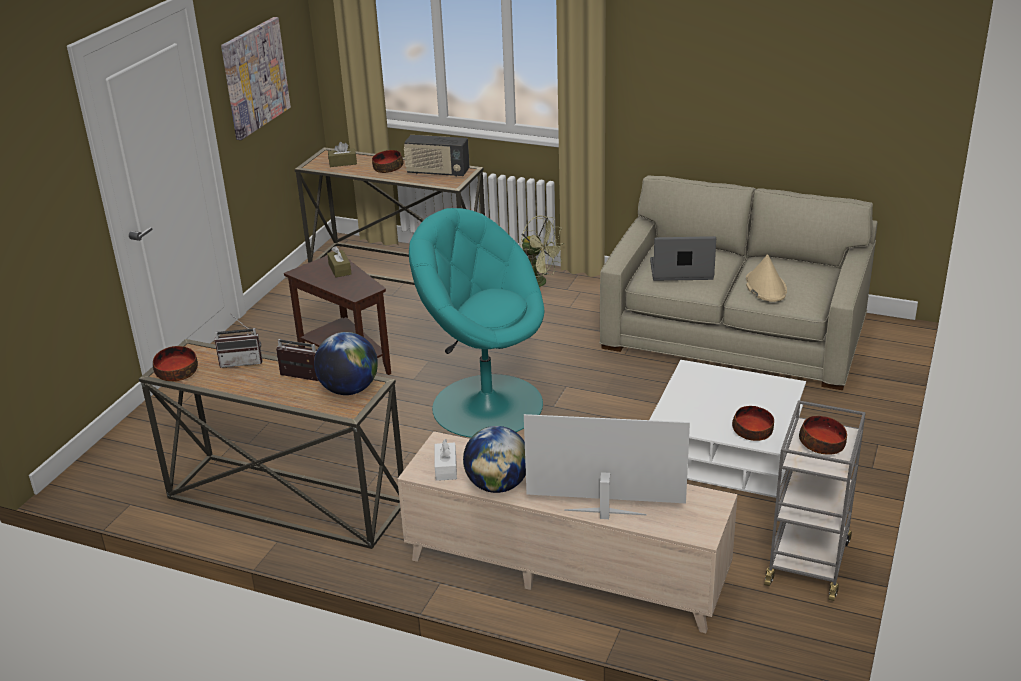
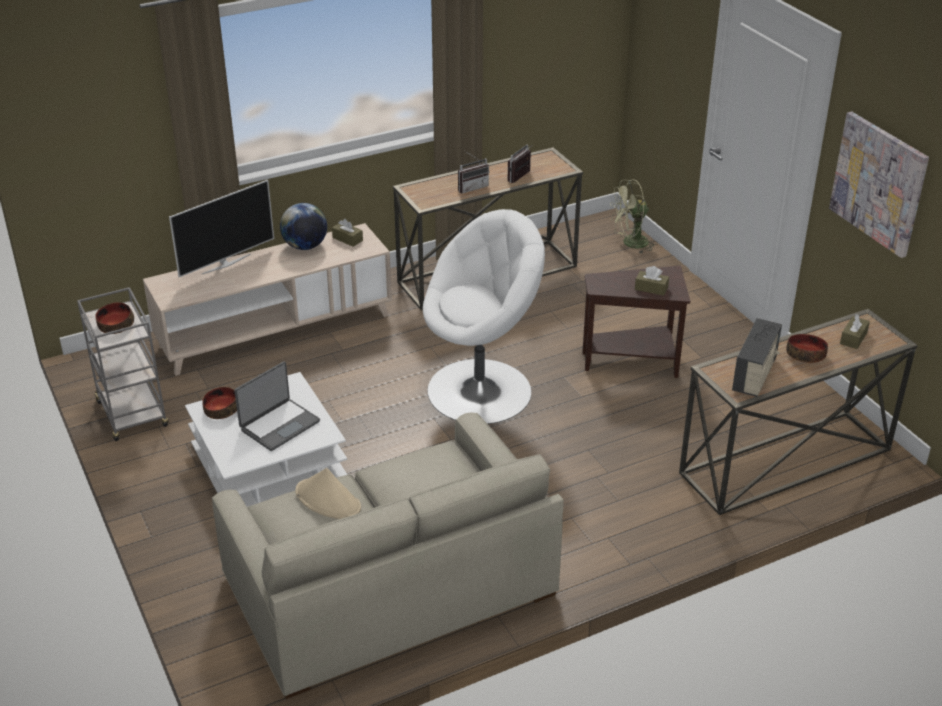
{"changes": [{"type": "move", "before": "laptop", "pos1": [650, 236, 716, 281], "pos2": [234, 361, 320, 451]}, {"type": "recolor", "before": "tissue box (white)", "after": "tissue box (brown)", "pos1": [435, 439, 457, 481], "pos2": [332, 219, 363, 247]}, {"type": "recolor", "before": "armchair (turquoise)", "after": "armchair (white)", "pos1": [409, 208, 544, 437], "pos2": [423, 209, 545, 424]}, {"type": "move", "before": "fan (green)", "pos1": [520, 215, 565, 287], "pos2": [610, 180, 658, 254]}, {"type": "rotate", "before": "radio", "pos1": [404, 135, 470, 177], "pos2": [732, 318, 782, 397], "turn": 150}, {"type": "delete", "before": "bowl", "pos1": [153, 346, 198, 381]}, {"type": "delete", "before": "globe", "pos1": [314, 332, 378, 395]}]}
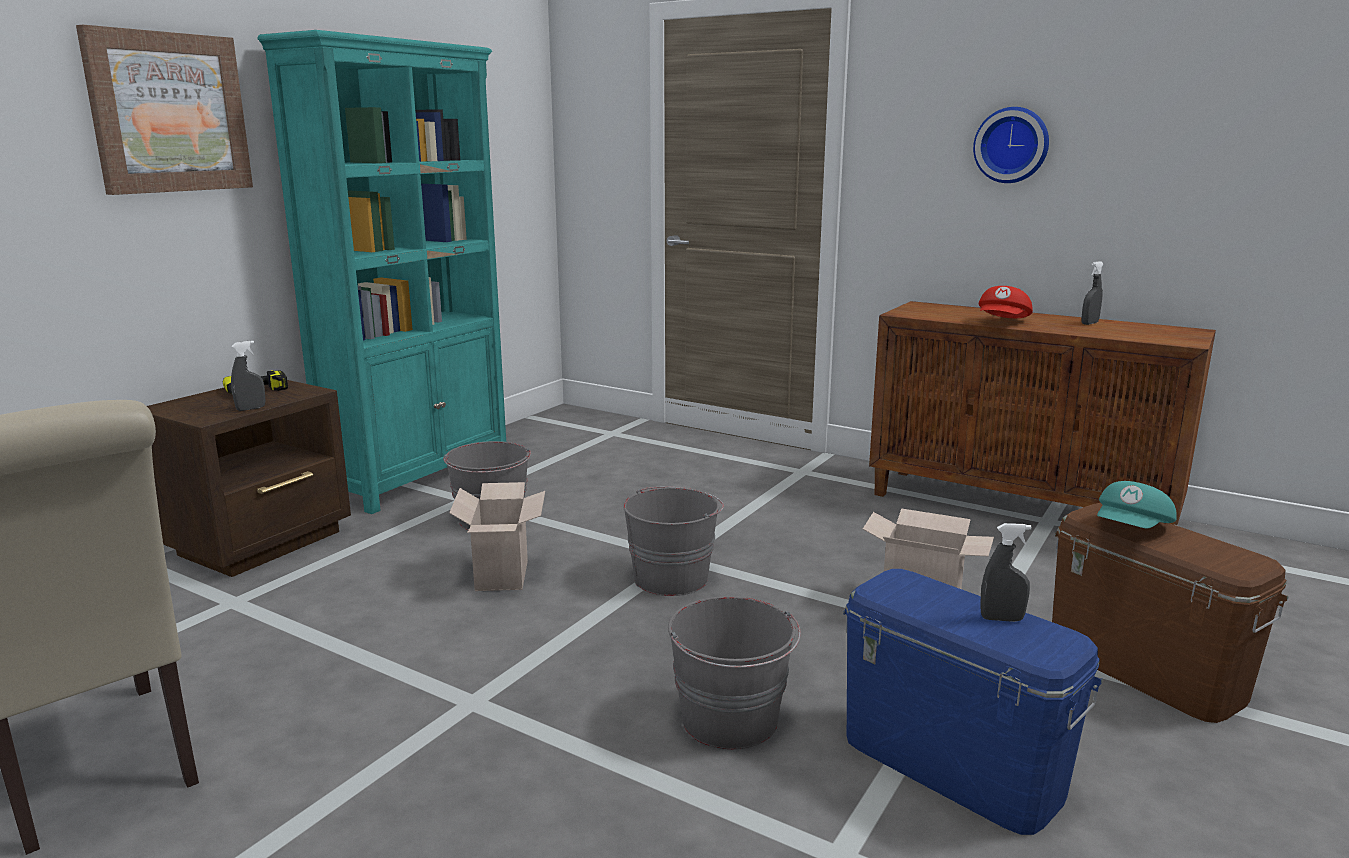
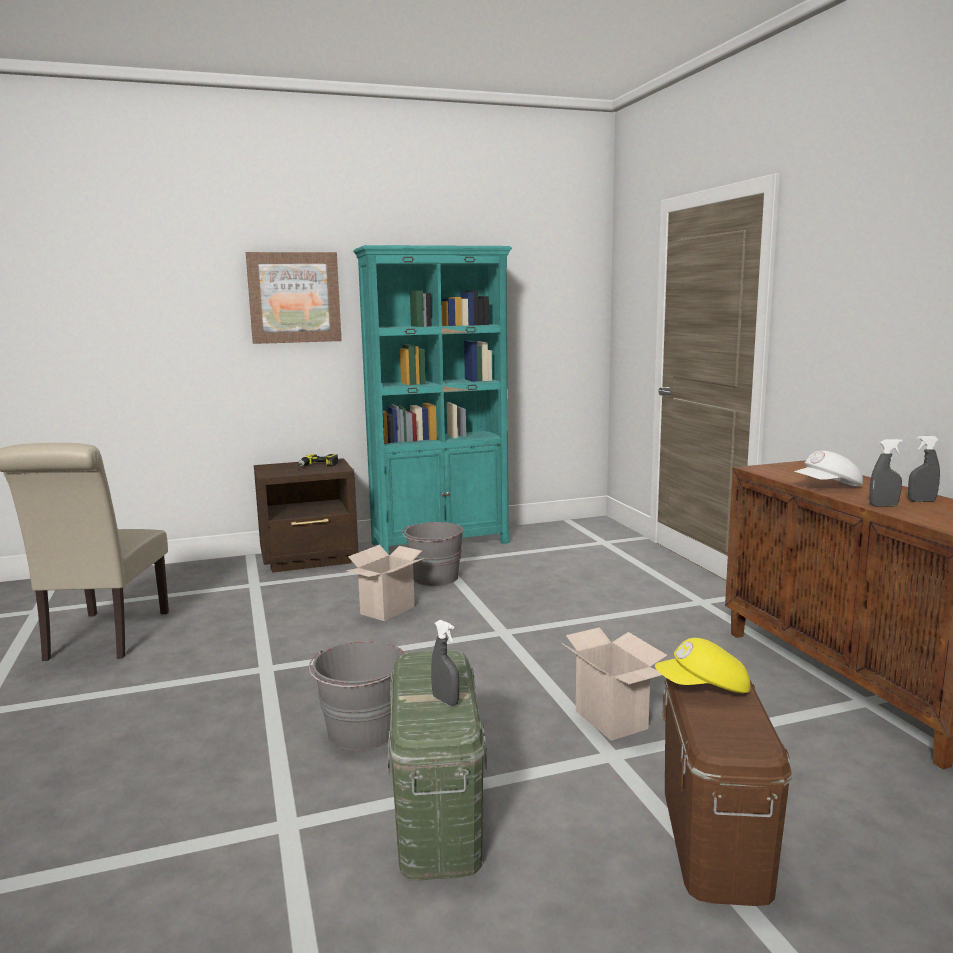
{"changes": [{"type": "recolor", "before": "storage box (blue)", "after": "storage box (green)", "pos1": [843, 569, 1103, 835], "pos2": [387, 650, 487, 880]}, {"type": "recolor", "before": "cap (turquoise)", "after": "cap (yellow)", "pos1": [1097, 481, 1177, 528], "pos2": [655, 638, 750, 693]}, {"type": "recolor", "before": "cap (red)", "after": "cap (white)", "pos1": [979, 286, 1033, 318], "pos2": [794, 451, 863, 486]}, {"type": "move", "before": "spray bottle (grey)", "pos1": [231, 341, 266, 411], "pos2": [869, 439, 903, 507]}, {"type": "delete", "before": "bucket (grey)", "pos1": [623, 487, 724, 596]}, {"type": "delete", "before": "wall clock", "pos1": [973, 107, 1049, 183]}]}
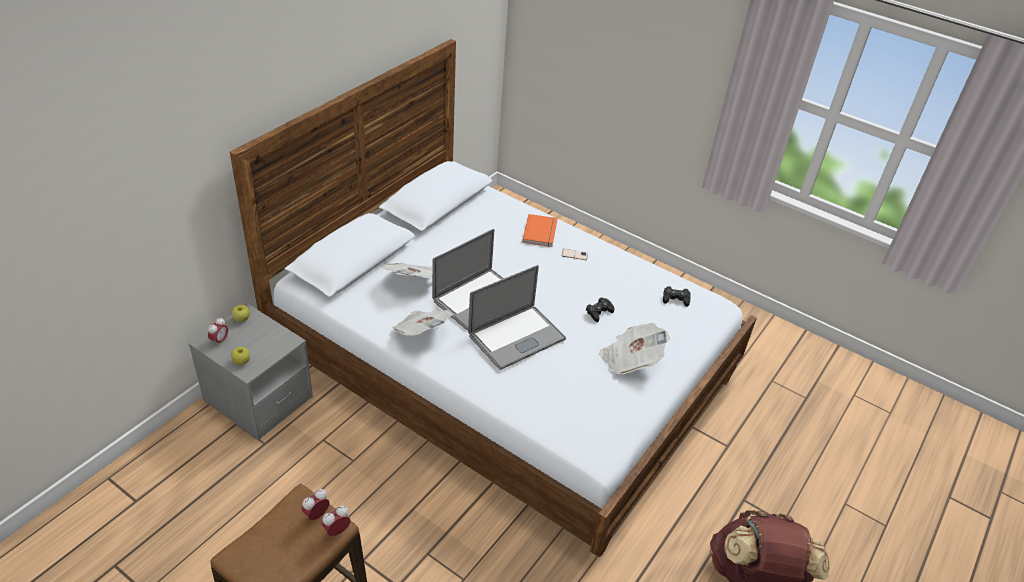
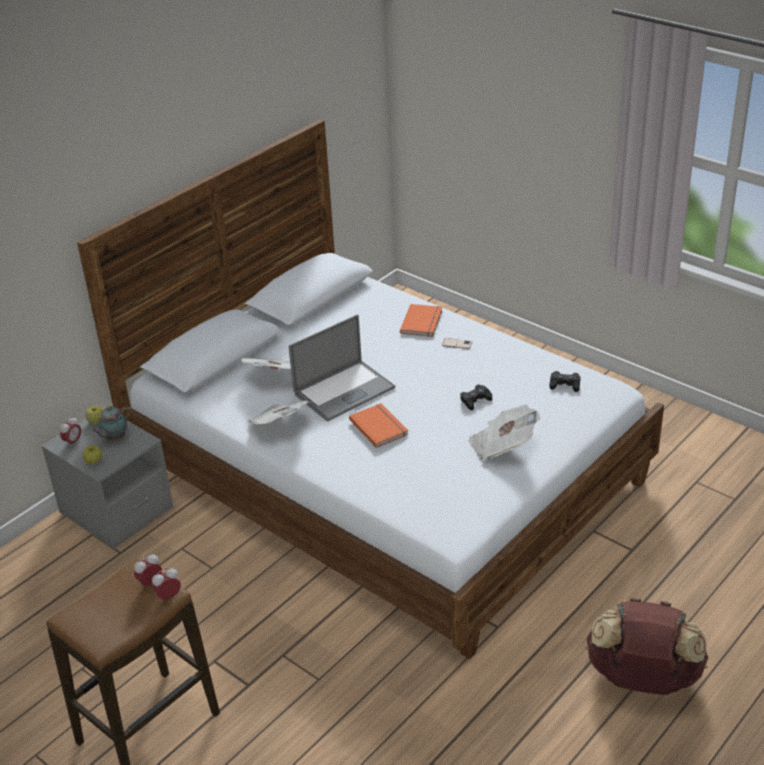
{"changes": [{"type": "insert", "after": "teapot", "pos2": [92, 405, 130, 441]}, {"type": "replace", "before": "laptop", "after": "book (orange)", "pos1": [468, 265, 566, 370], "pos2": [349, 403, 409, 448]}]}
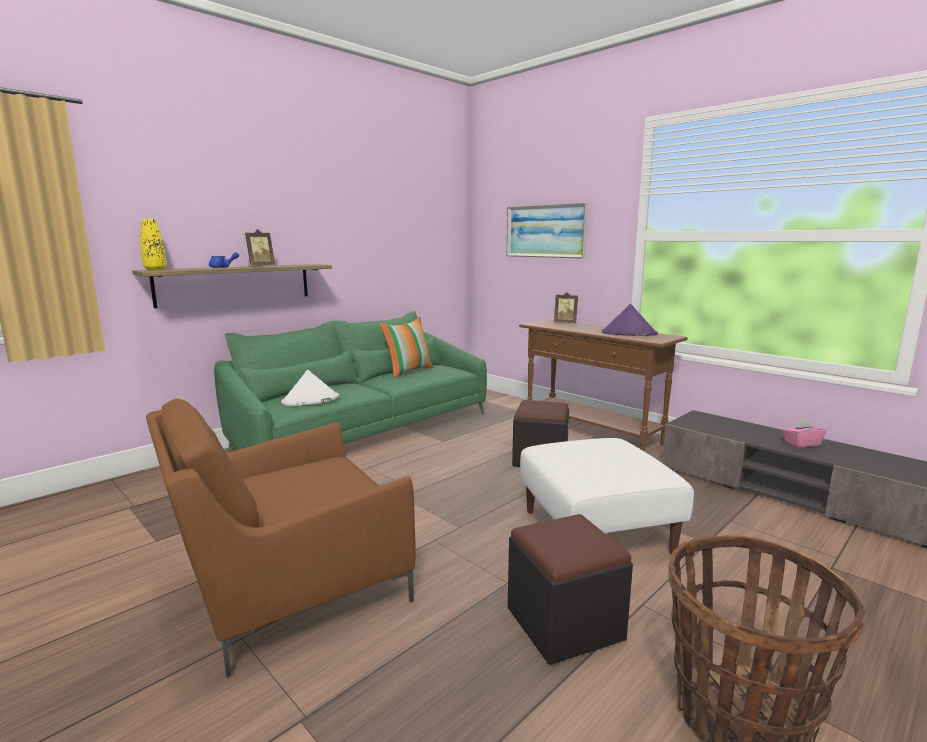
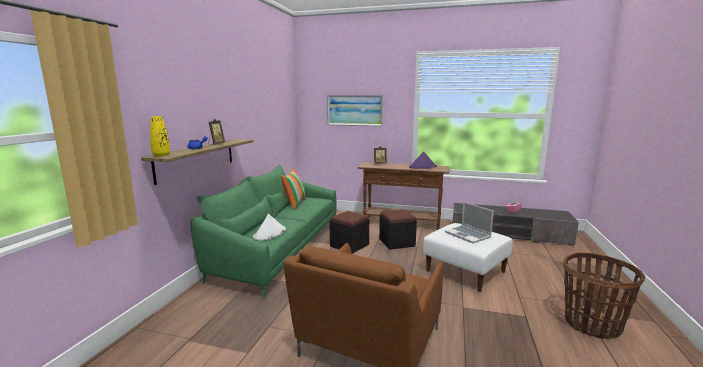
{"changes": [{"type": "move", "before": "ottoman (black)", "pos1": [508, 514, 633, 665], "pos2": [330, 211, 369, 254]}, {"type": "insert", "after": "laptop", "pos2": [445, 202, 494, 243]}]}
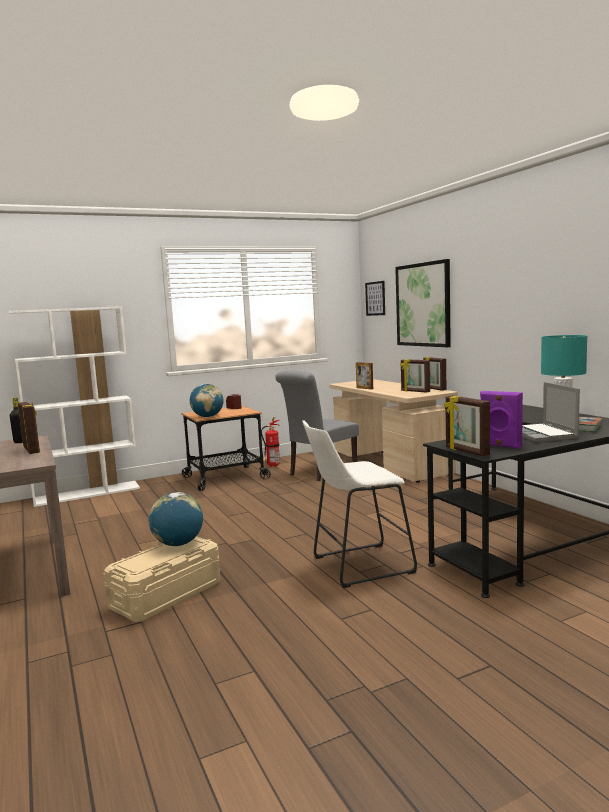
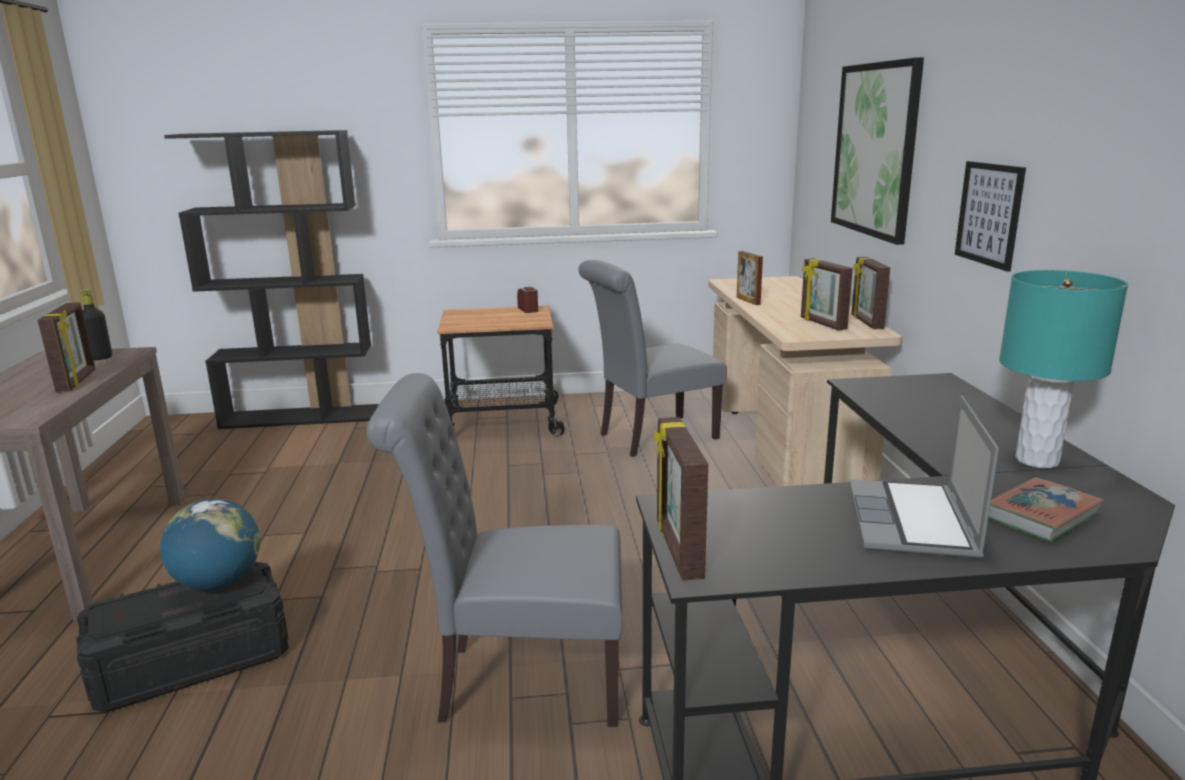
{"changes": [{"type": "recolor", "before": "storage box (beige)", "after": "storage box (black)", "pos1": [104, 536, 220, 622], "pos2": [76, 562, 289, 712]}, {"type": "recolor", "before": "bookcase (white)", "after": "bookcase (black)", "pos1": [9, 306, 140, 507], "pos2": [164, 130, 378, 429]}, {"type": "replace", "before": "stool (white)", "after": "chair (grey)", "pos1": [302, 420, 417, 588], "pos2": [367, 373, 622, 727]}, {"type": "move", "before": "picture", "pos1": [365, 281, 385, 316], "pos2": [955, 161, 1026, 271]}, {"type": "delete", "before": "globe", "pos1": [190, 384, 224, 417]}, {"type": "delete", "before": "fire extinguisher", "pos1": [261, 417, 280, 467]}, {"type": "delete", "before": "speaker (purple)", "pos1": [480, 391, 523, 449]}]}
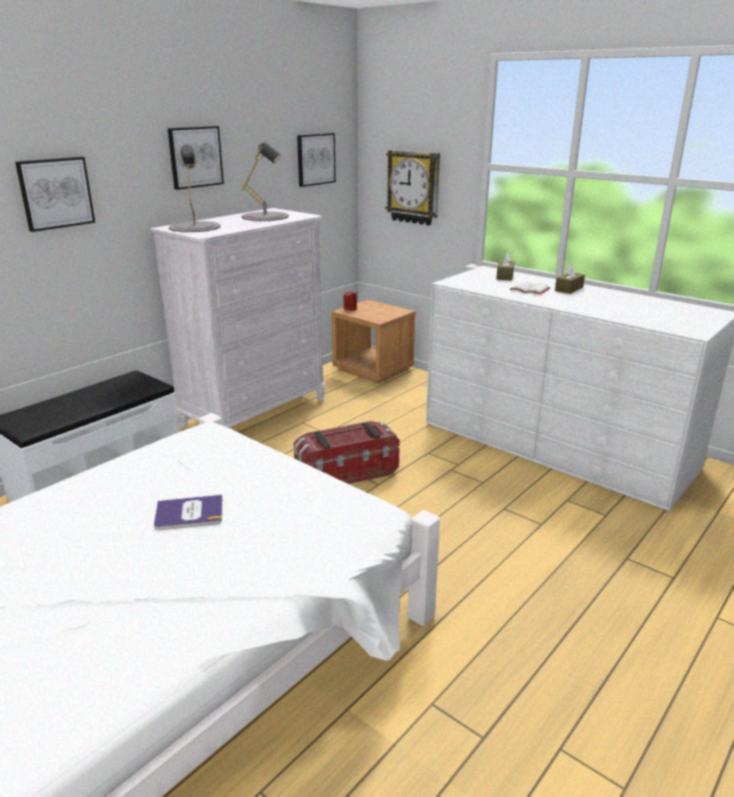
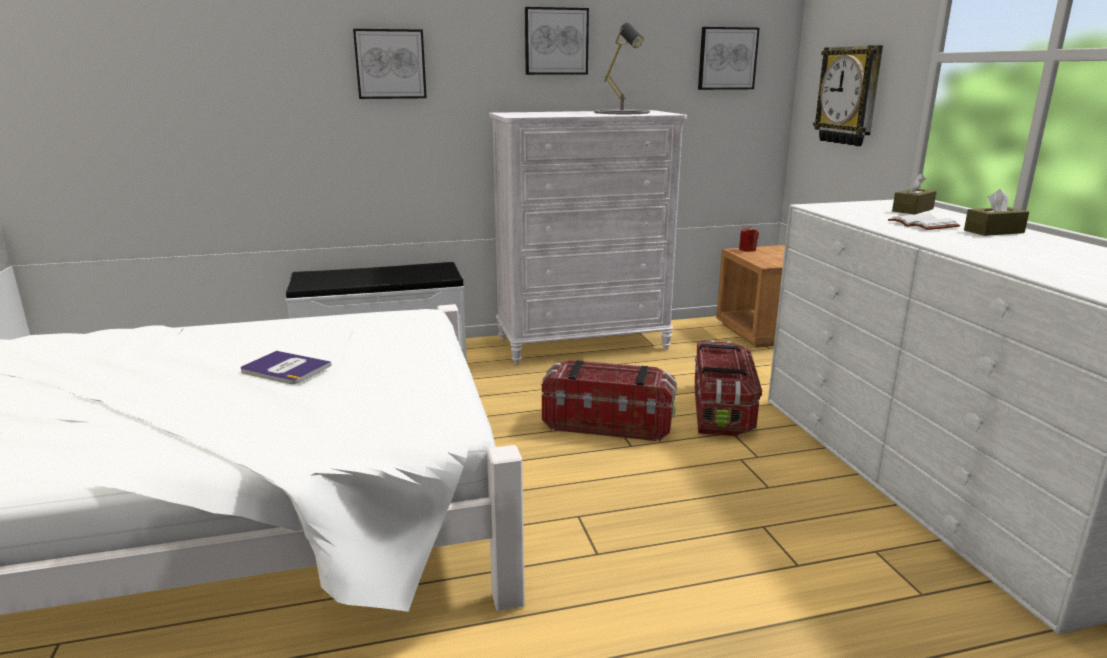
{"changes": [{"type": "insert", "after": "storage box", "pos2": [695, 340, 762, 436]}, {"type": "delete", "before": "table lamp (grey)", "pos1": [169, 146, 220, 232]}]}
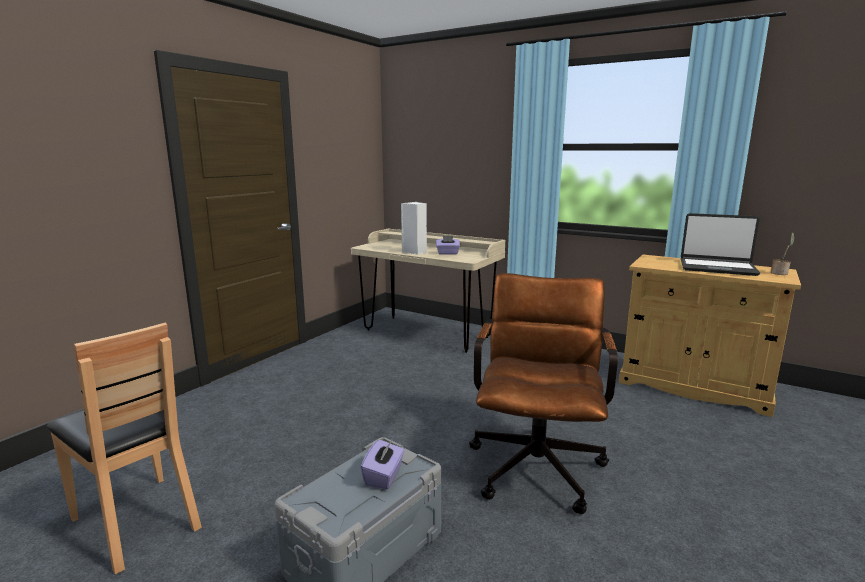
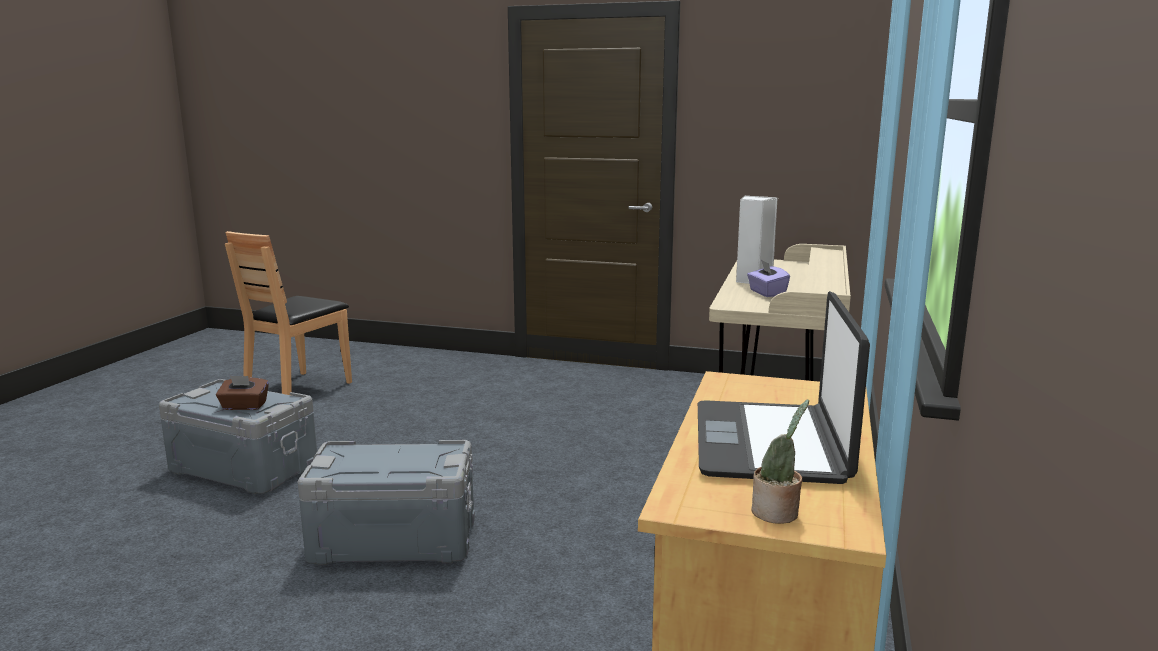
{"changes": [{"type": "recolor", "before": "tissue box (purple)", "after": "tissue box (brown)", "pos1": [361, 440, 405, 489], "pos2": [216, 375, 269, 410]}, {"type": "replace", "before": "office chair (brown)", "after": "storage box (grey)", "pos1": [469, 273, 618, 514], "pos2": [298, 440, 475, 565]}]}
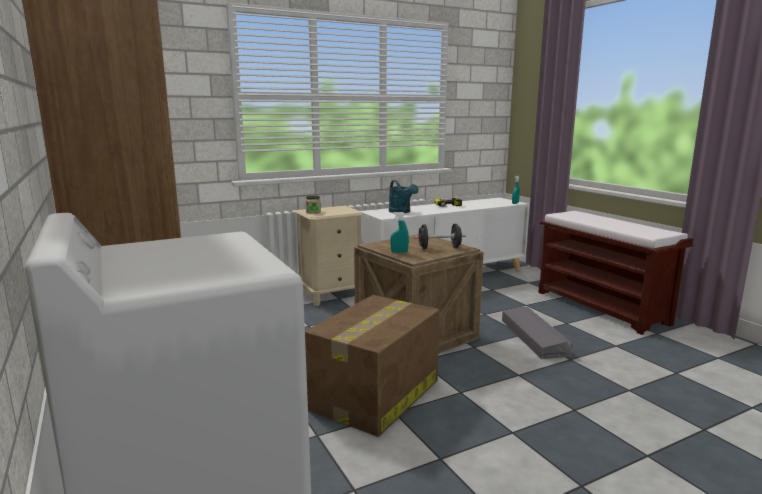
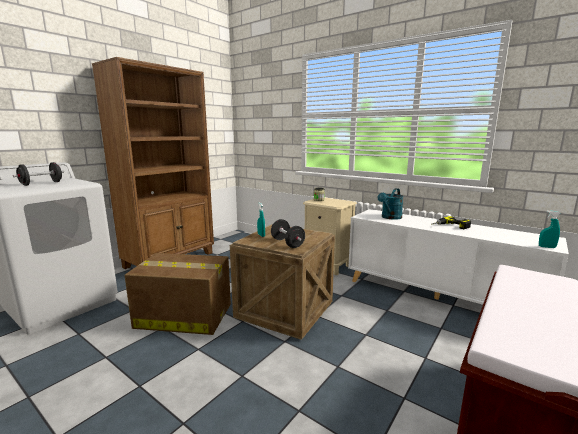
{"changes": [{"type": "insert", "after": "dumbbell (black)", "pos2": [13, 162, 64, 186]}, {"type": "delete", "before": "storage box (grey)", "pos1": [502, 306, 573, 359]}]}
